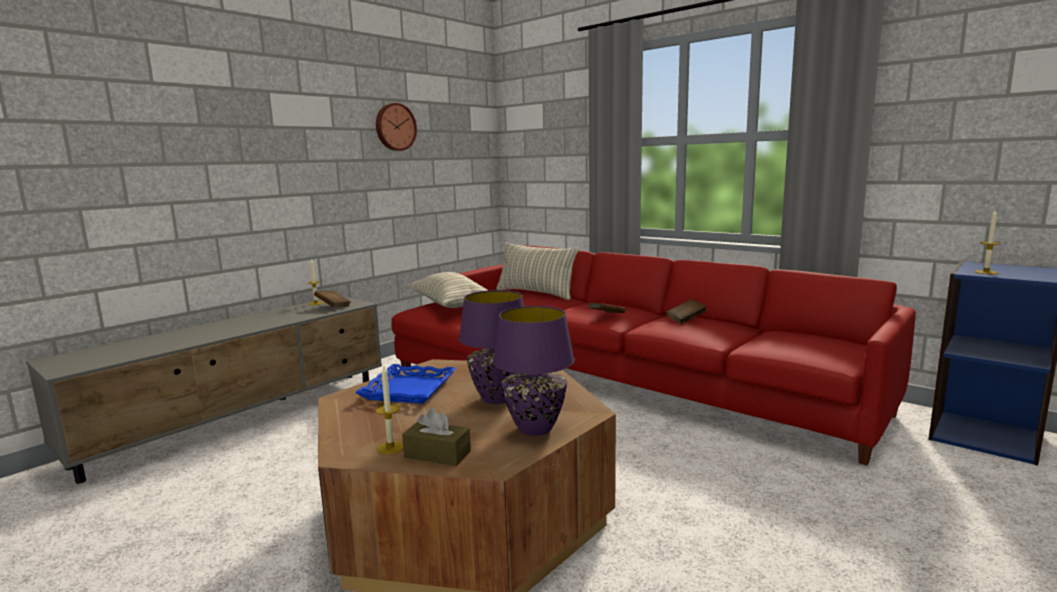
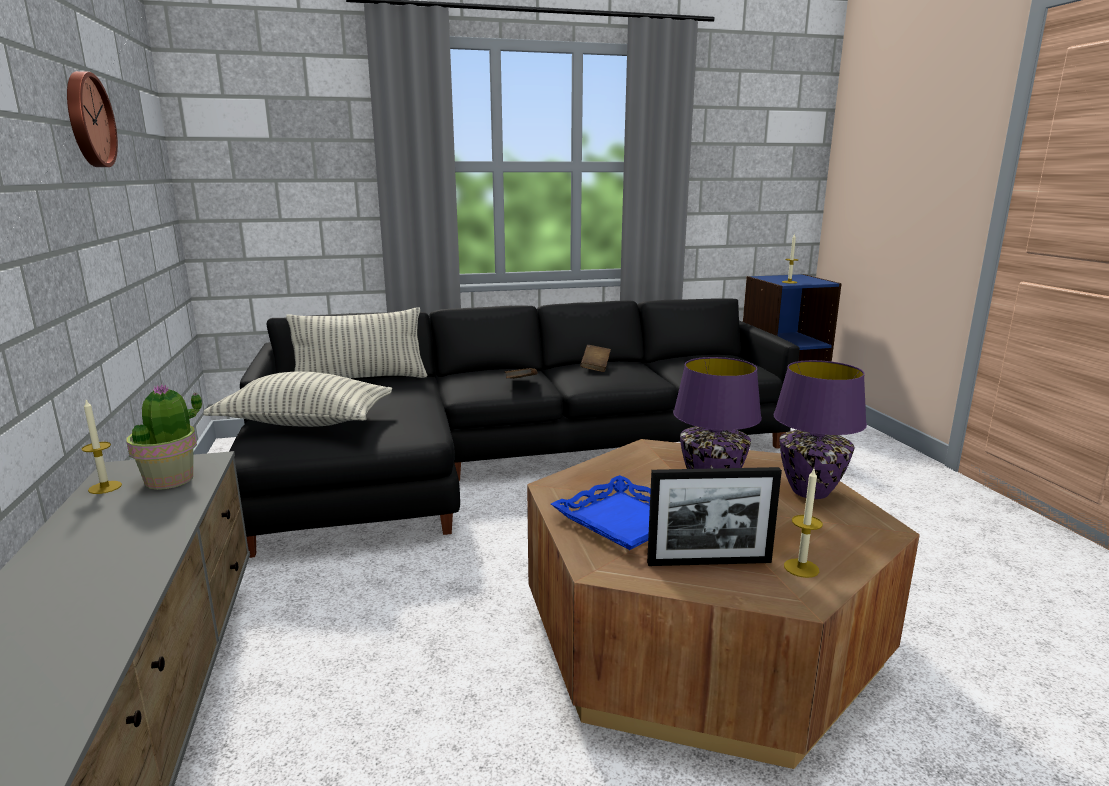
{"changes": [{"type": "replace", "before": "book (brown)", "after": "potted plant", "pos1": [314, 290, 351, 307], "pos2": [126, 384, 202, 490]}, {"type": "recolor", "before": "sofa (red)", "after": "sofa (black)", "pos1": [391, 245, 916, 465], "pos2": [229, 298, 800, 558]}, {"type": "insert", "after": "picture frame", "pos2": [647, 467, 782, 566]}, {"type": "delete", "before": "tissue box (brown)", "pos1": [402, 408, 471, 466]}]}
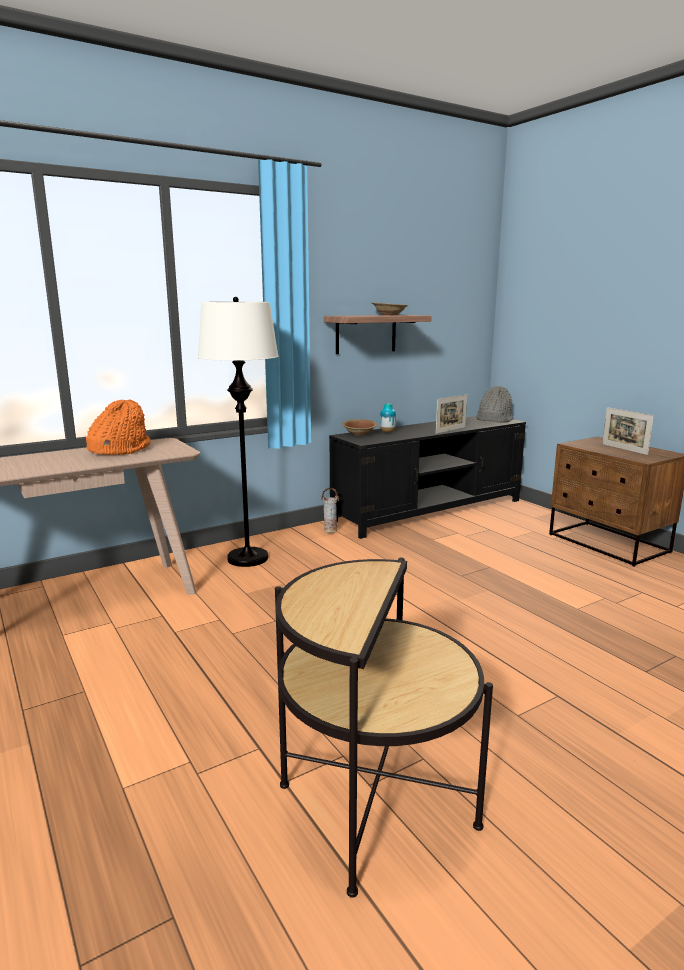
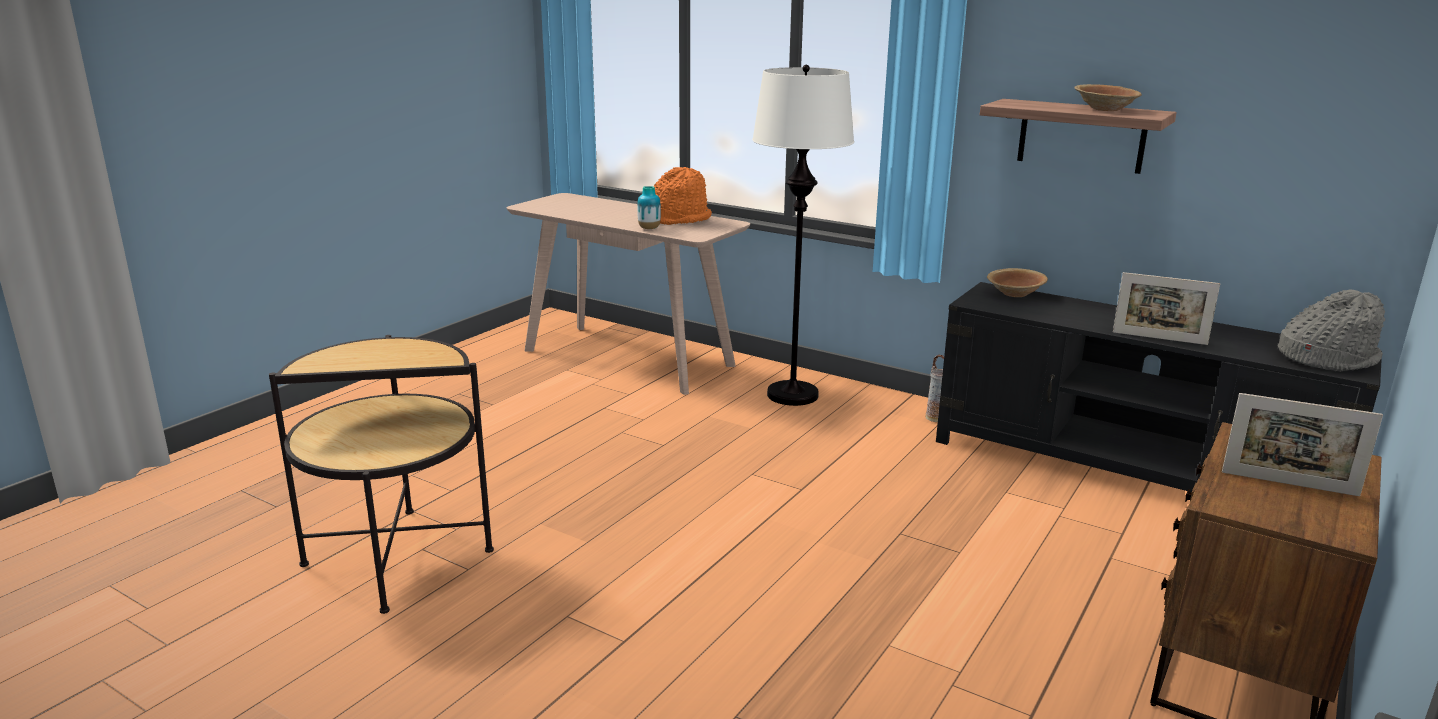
{"changes": [{"type": "move", "before": "vase", "pos1": [380, 403, 396, 432], "pos2": [637, 186, 661, 229]}, {"type": "rotate", "before": "picture frame", "pos1": [602, 407, 654, 455], "pos2": [1222, 393, 1383, 496], "turn": -105}]}
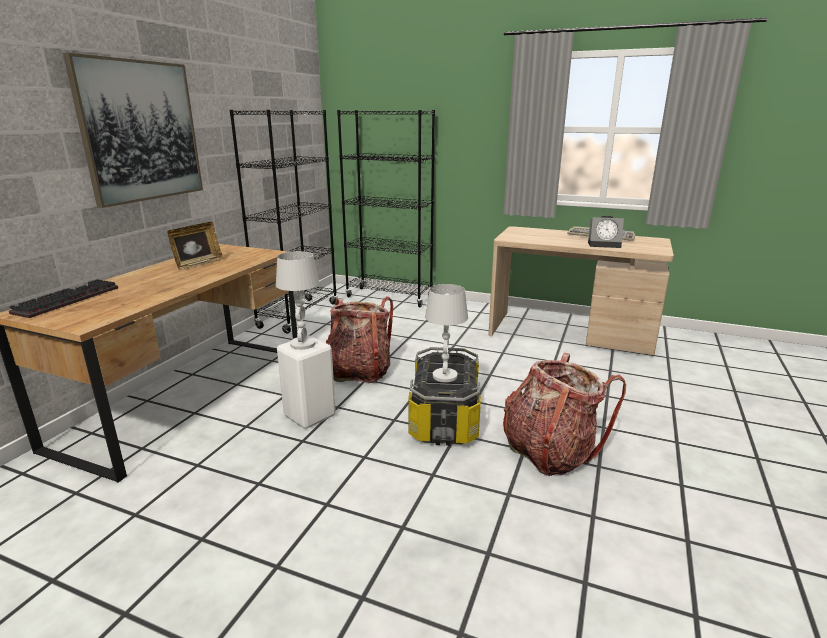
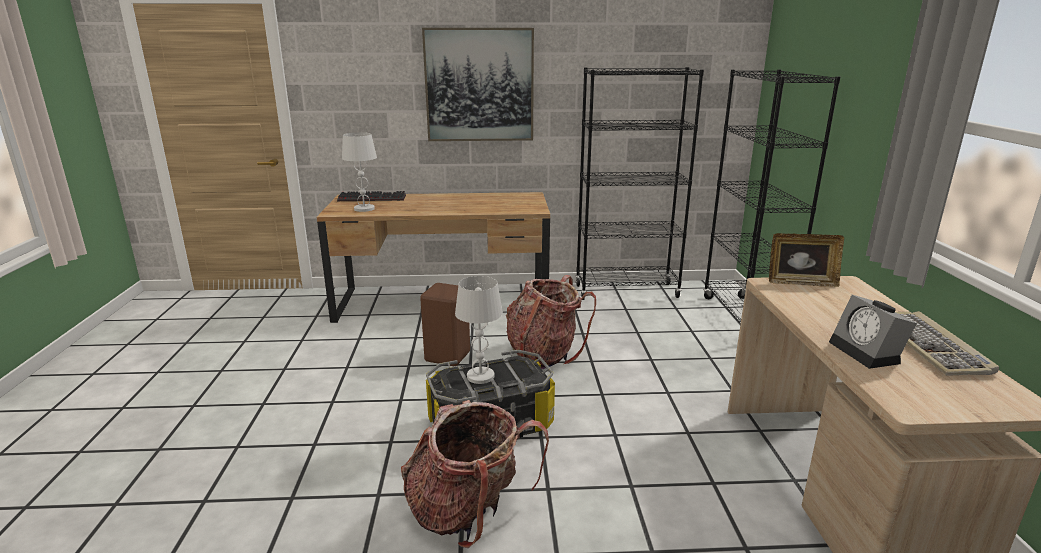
{"changes": [{"type": "move", "before": "table lamp (white)", "pos1": [276, 251, 319, 350], "pos2": [342, 132, 377, 212]}, {"type": "recolor", "before": "stool (white)", "after": "stool (brown)", "pos1": [277, 336, 336, 429], "pos2": [420, 283, 470, 366]}, {"type": "move", "before": "picture frame", "pos1": [167, 222, 224, 270], "pos2": [769, 233, 844, 287]}]}
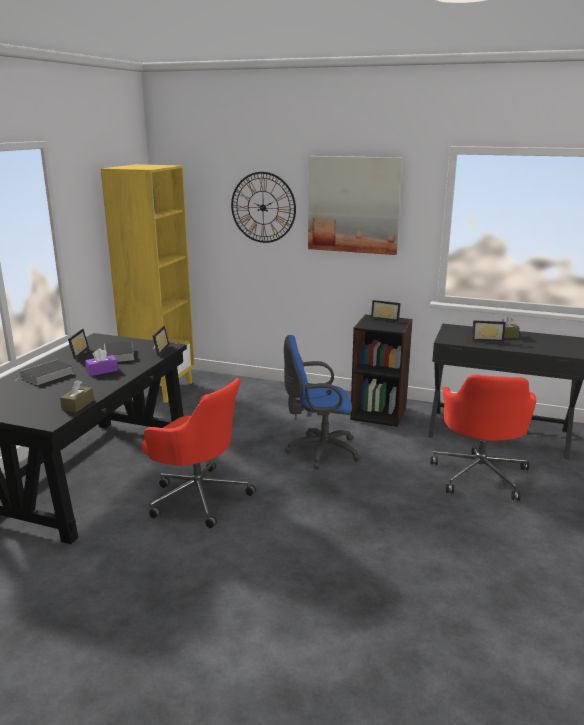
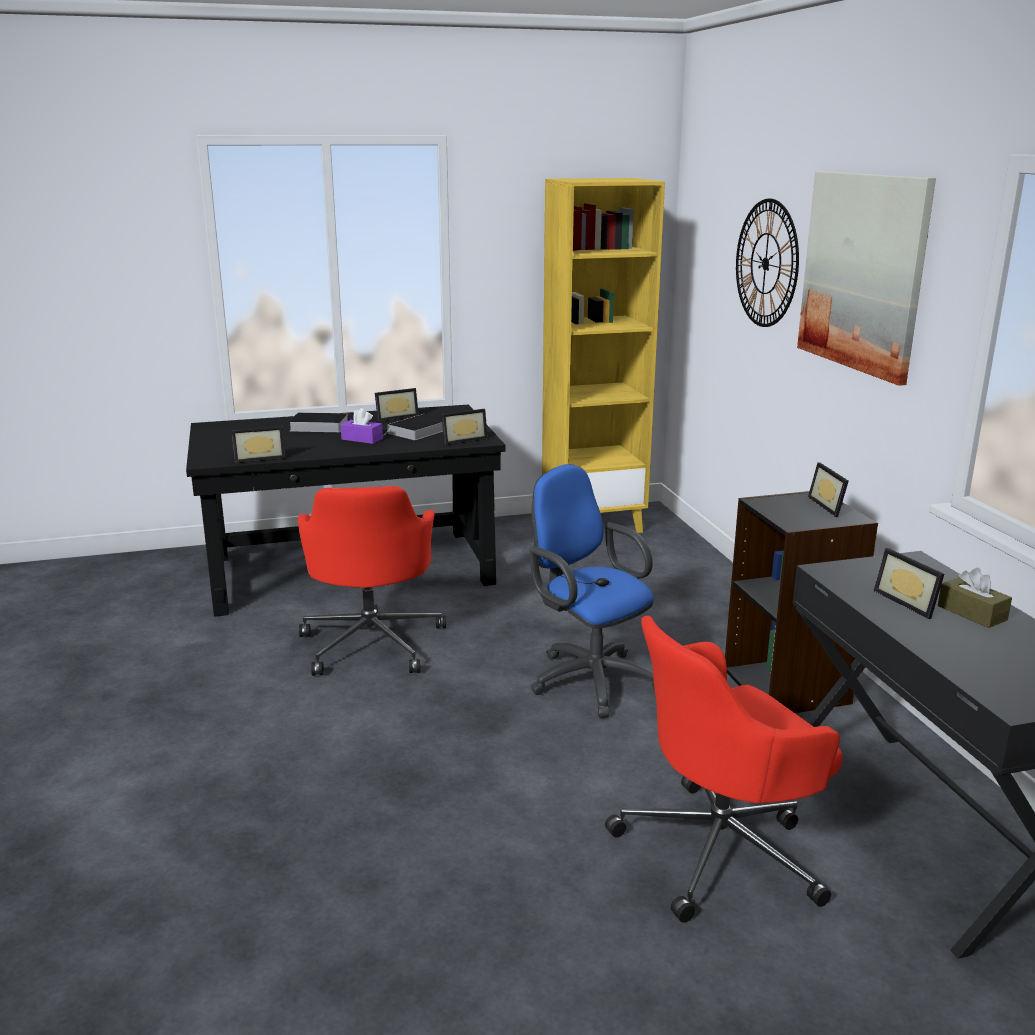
{"changes": [{"type": "replace", "before": "tissue box (brown)", "after": "picture frame", "pos1": [60, 380, 94, 412], "pos2": [231, 426, 286, 463]}]}
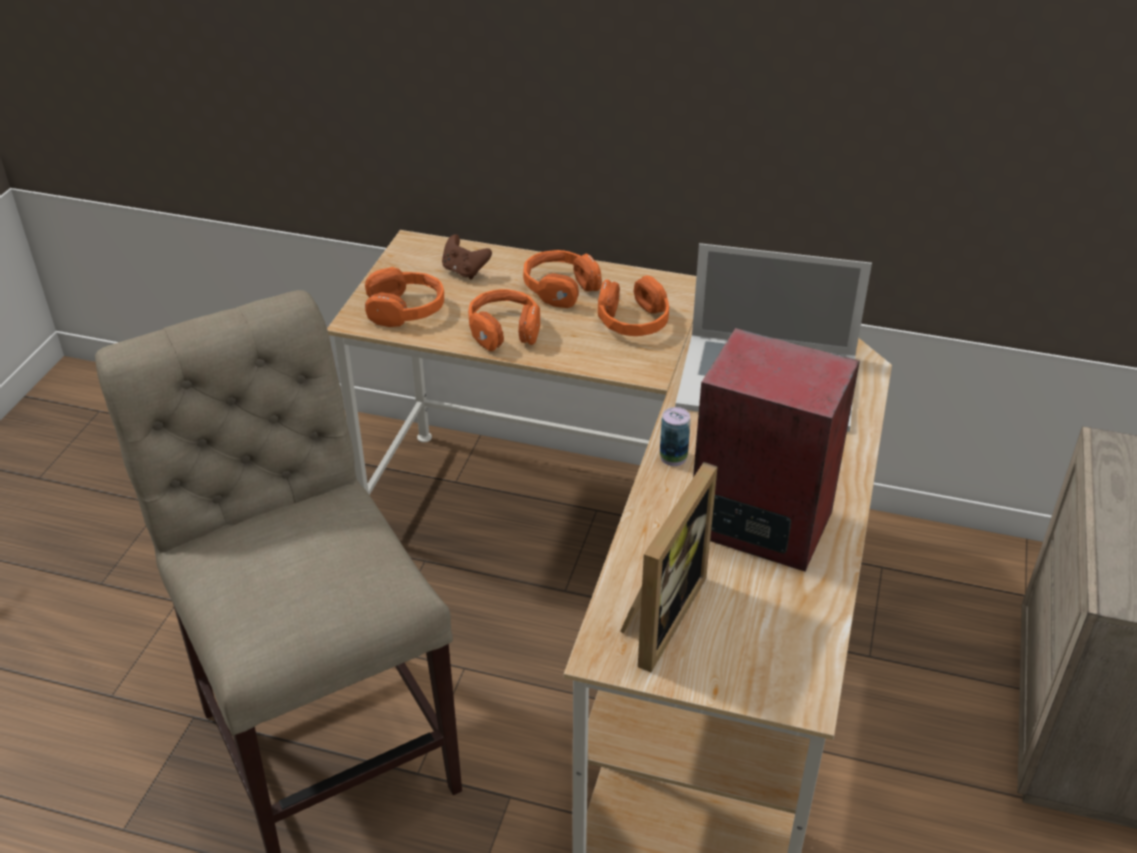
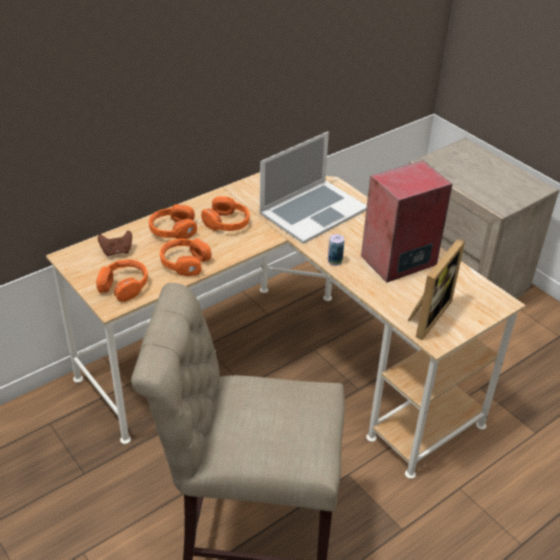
{"changes": [{"type": "rotate", "before": "picture frame", "pos1": [620, 462, 718, 672], "pos2": [408, 238, 465, 340], "turn": 60}]}
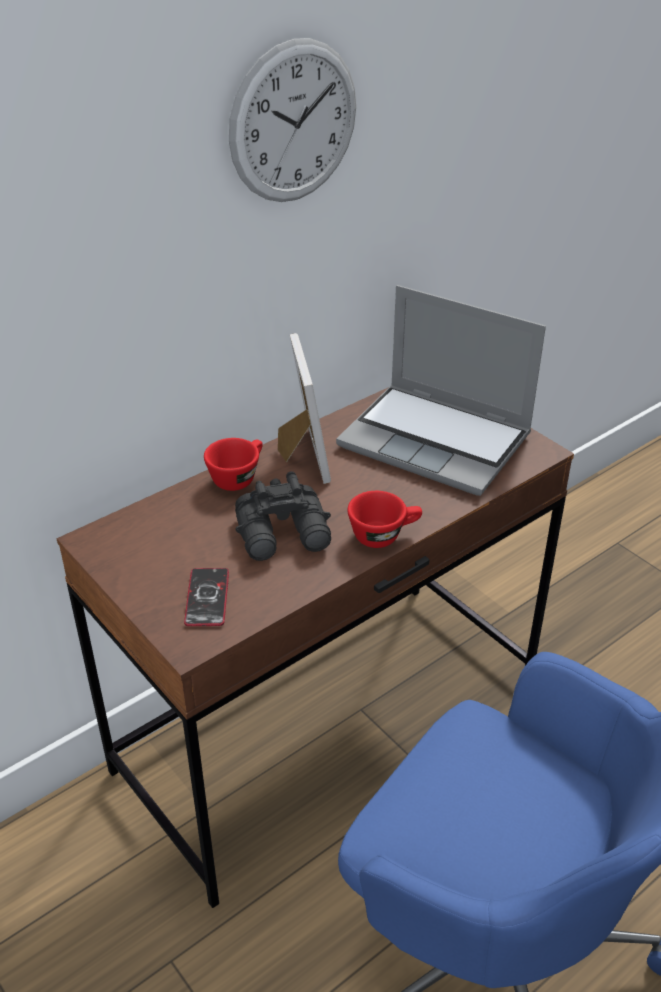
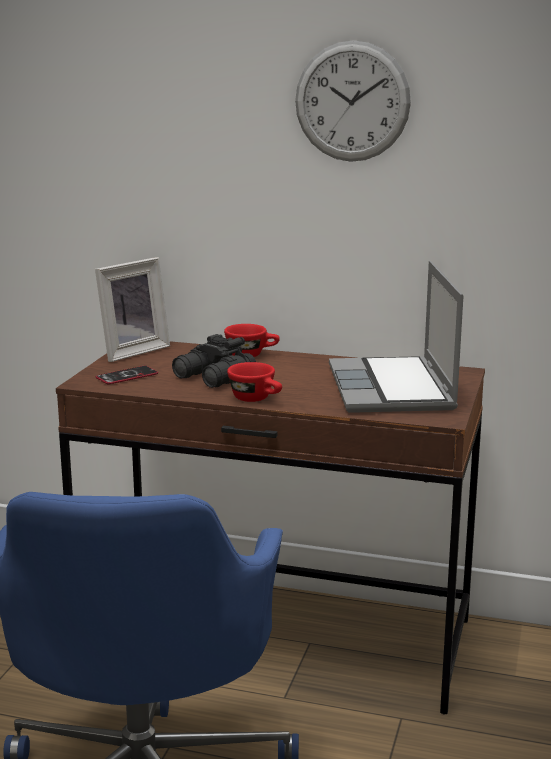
{"changes": [{"type": "move", "before": "picture frame", "pos1": [278, 333, 331, 484], "pos2": [95, 257, 170, 362]}]}
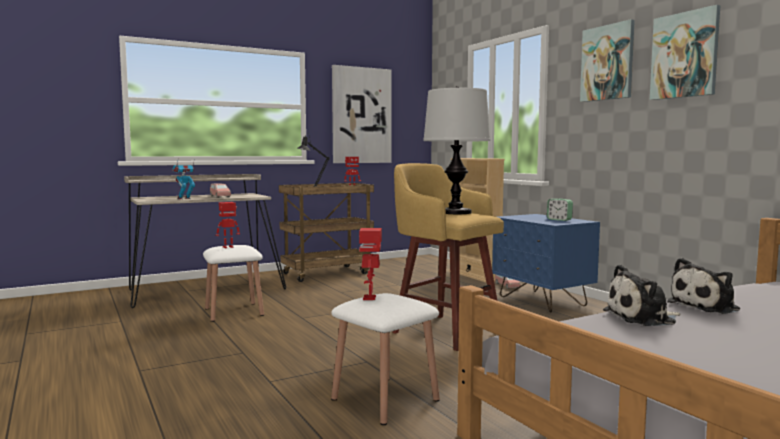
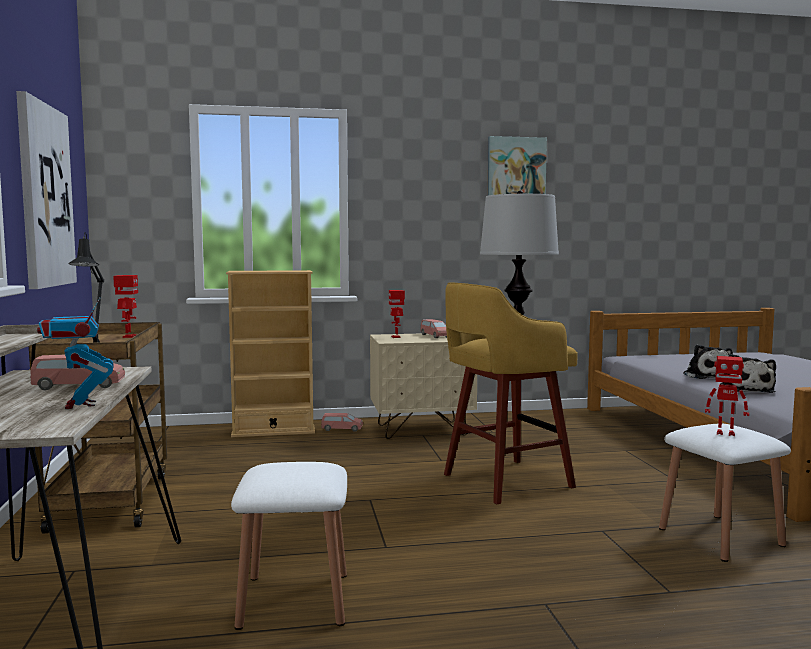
{"changes": [{"type": "recolor", "before": "nightstand (blue)", "after": "nightstand (beige)", "pos1": [492, 214, 600, 313], "pos2": [370, 333, 477, 439]}, {"type": "move", "before": "toy robot", "pos1": [215, 202, 240, 248], "pos2": [389, 290, 405, 338]}, {"type": "replace", "before": "alarm clock", "after": "toy car (pink)", "pos1": [547, 199, 573, 221], "pos2": [420, 319, 447, 338]}, {"type": "delete", "before": "picture", "pos1": [580, 19, 635, 102]}]}
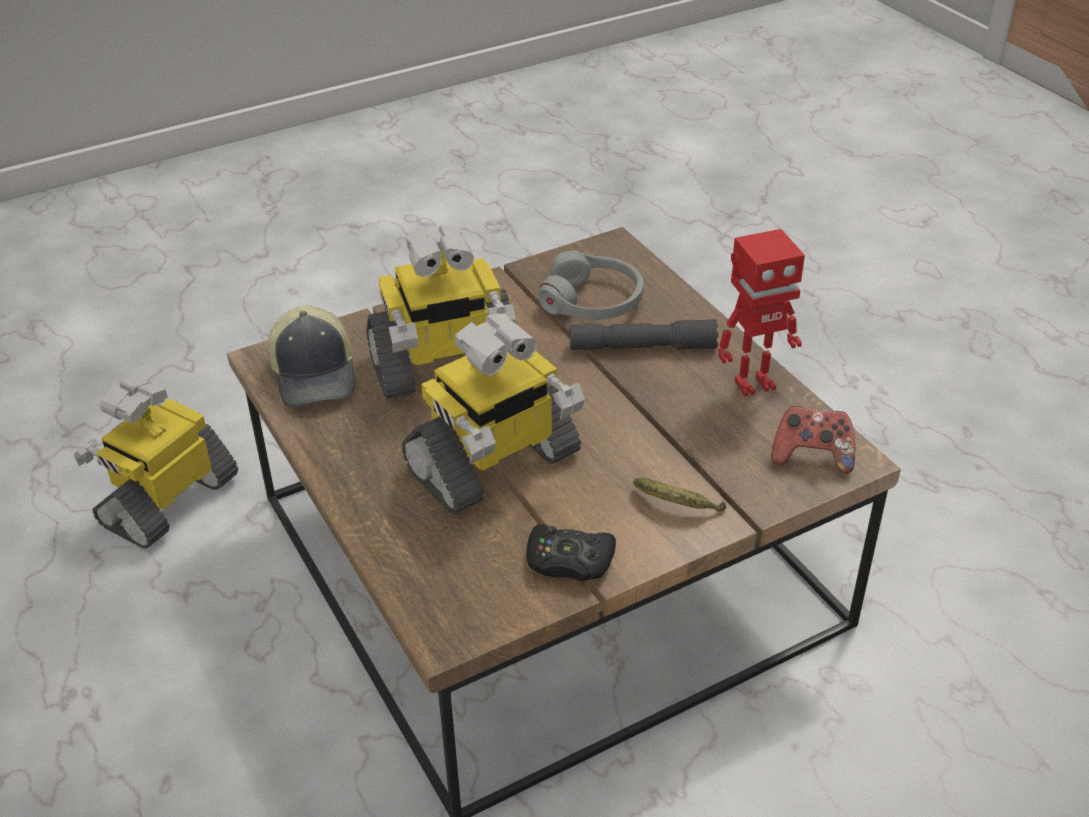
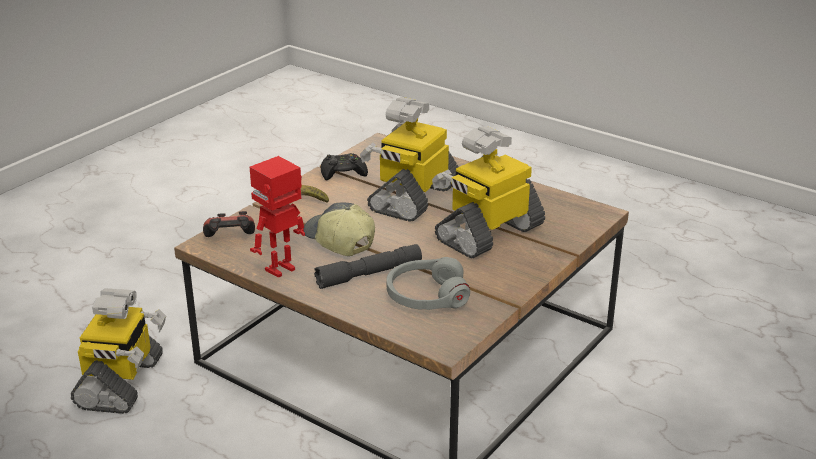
{"changes": [{"type": "move", "before": "toy robot", "pos1": [74, 375, 238, 549], "pos2": [71, 288, 166, 414]}, {"type": "move", "before": "cap", "pos1": [269, 305, 355, 407], "pos2": [303, 203, 375, 256]}]}
